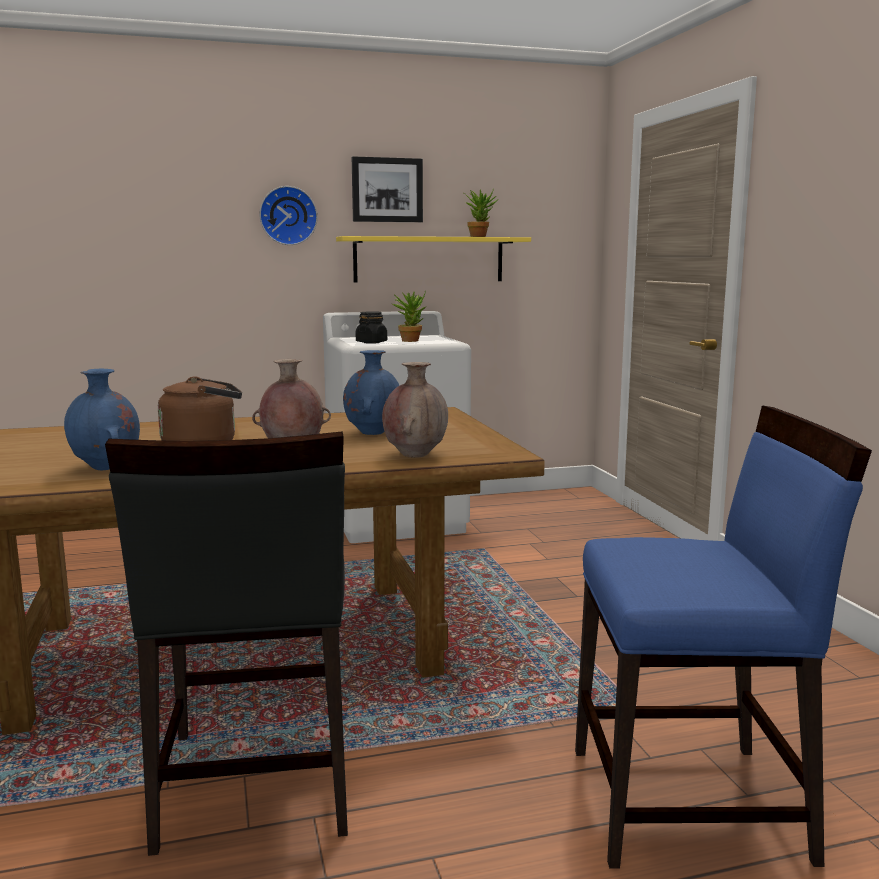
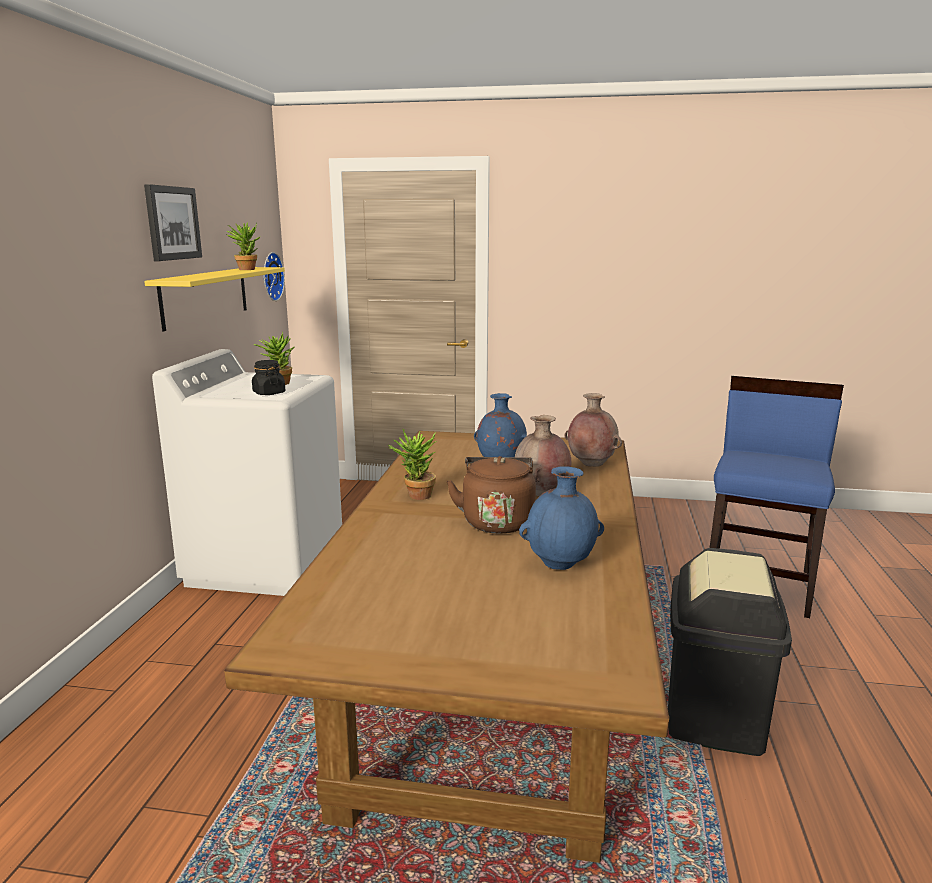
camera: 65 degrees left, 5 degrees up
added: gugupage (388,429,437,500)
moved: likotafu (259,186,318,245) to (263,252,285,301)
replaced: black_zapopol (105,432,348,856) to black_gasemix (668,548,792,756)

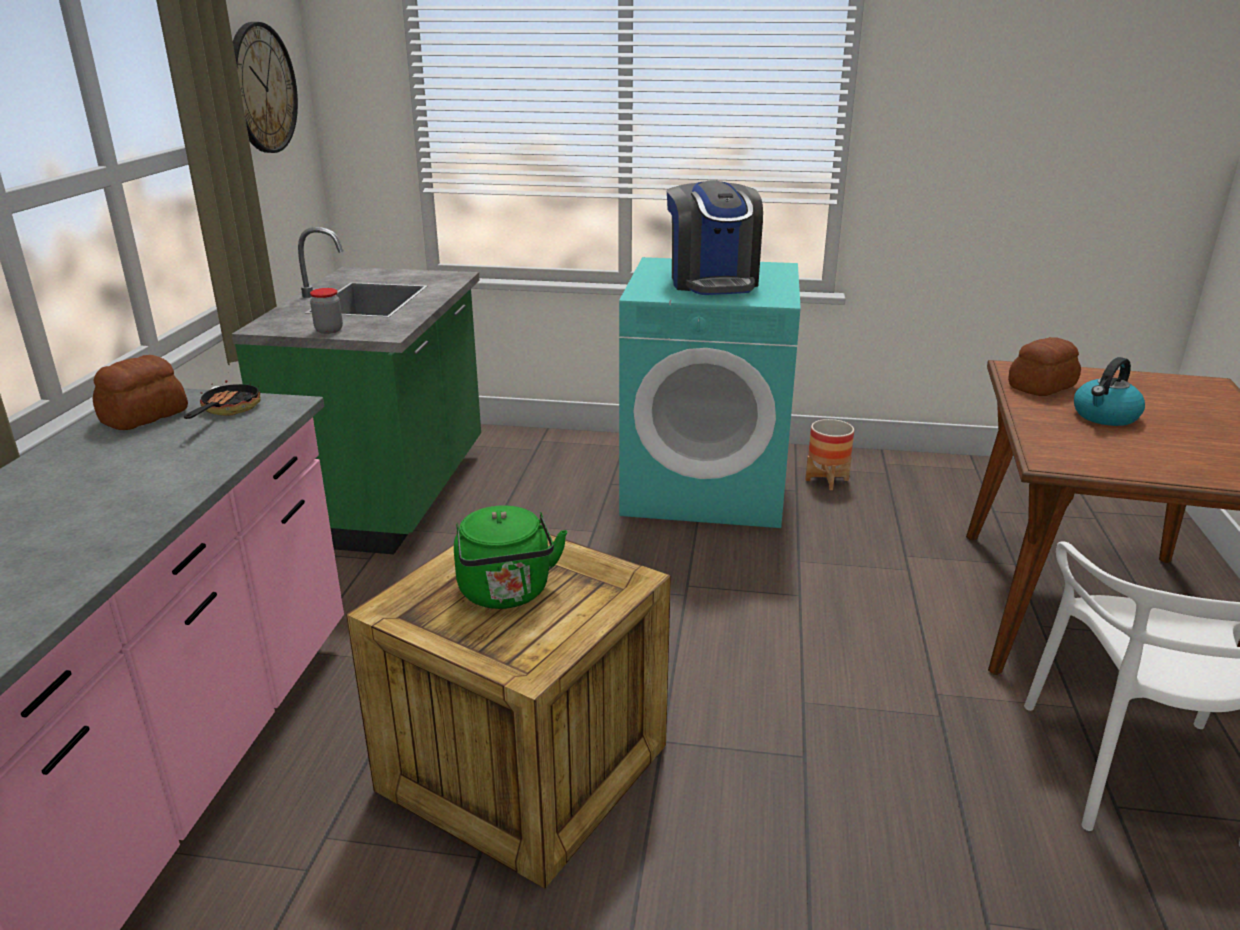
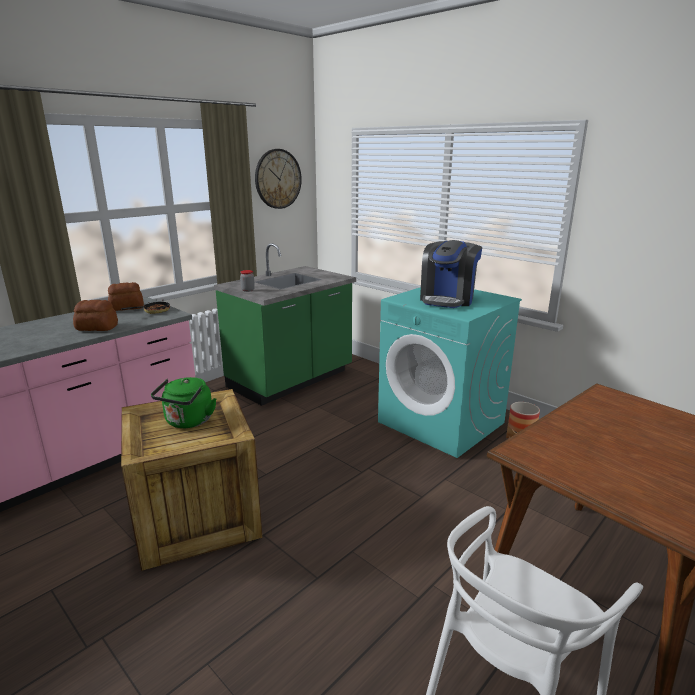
camera: 35 degrees right, 5 degrees down
removed: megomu (1074,357,1145,426)
moved: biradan (1008,337,1081,396) to (73,300,118,331)

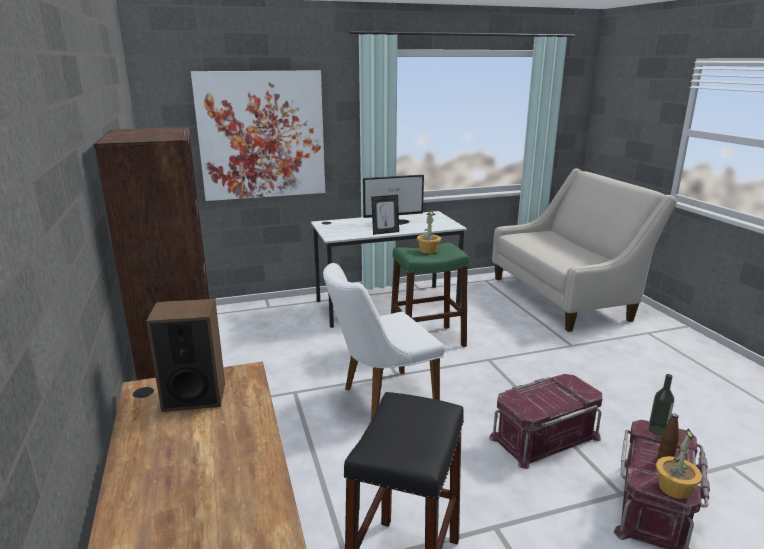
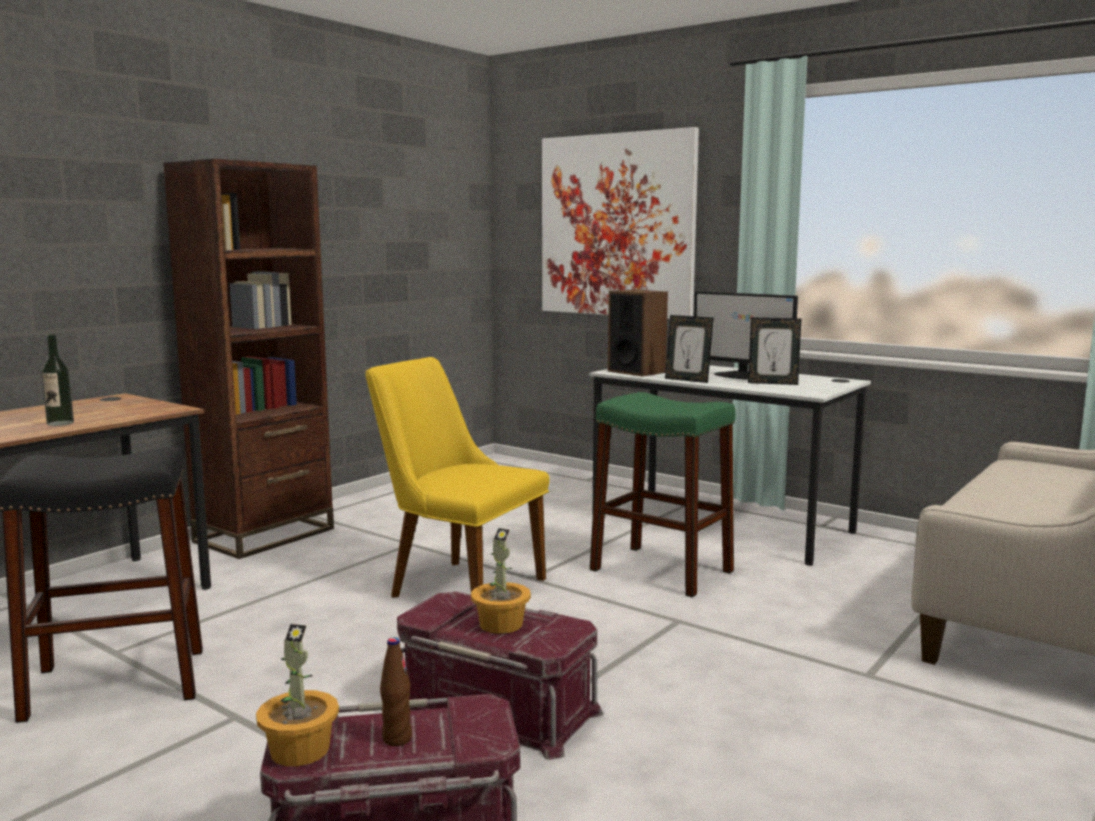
camera: 55 degrees right, 10 degrees down
added: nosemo (748,317,801,385)
moved: gugupage (417,211,441,254) to (471,528,531,634); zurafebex (146,299,225,412) to (608,290,668,377); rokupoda (648,374,674,436) to (41,334,74,426)
recoloured: white_zapopol (323,263,445,420) to yellow_zapopol (365,357,550,598)

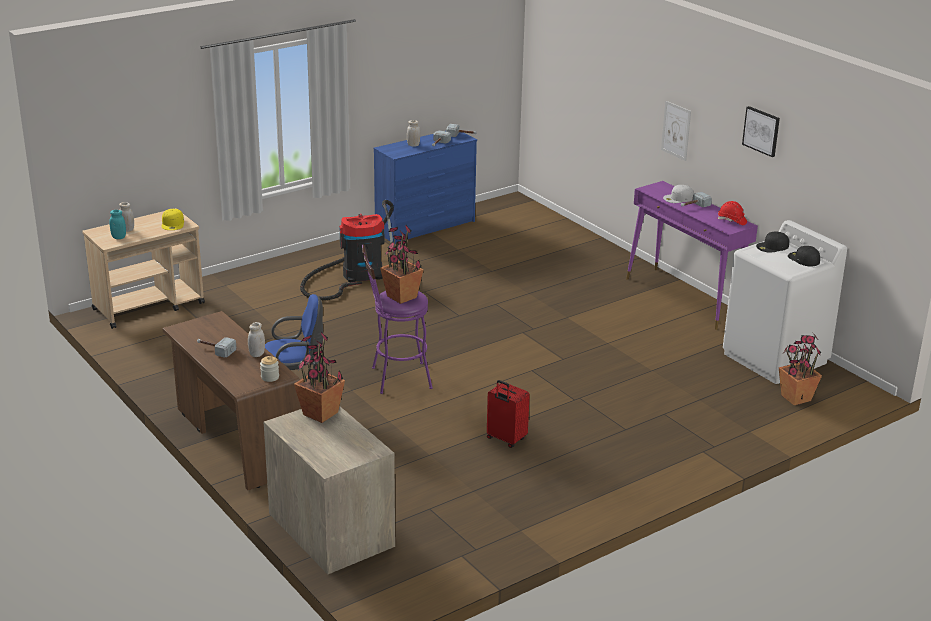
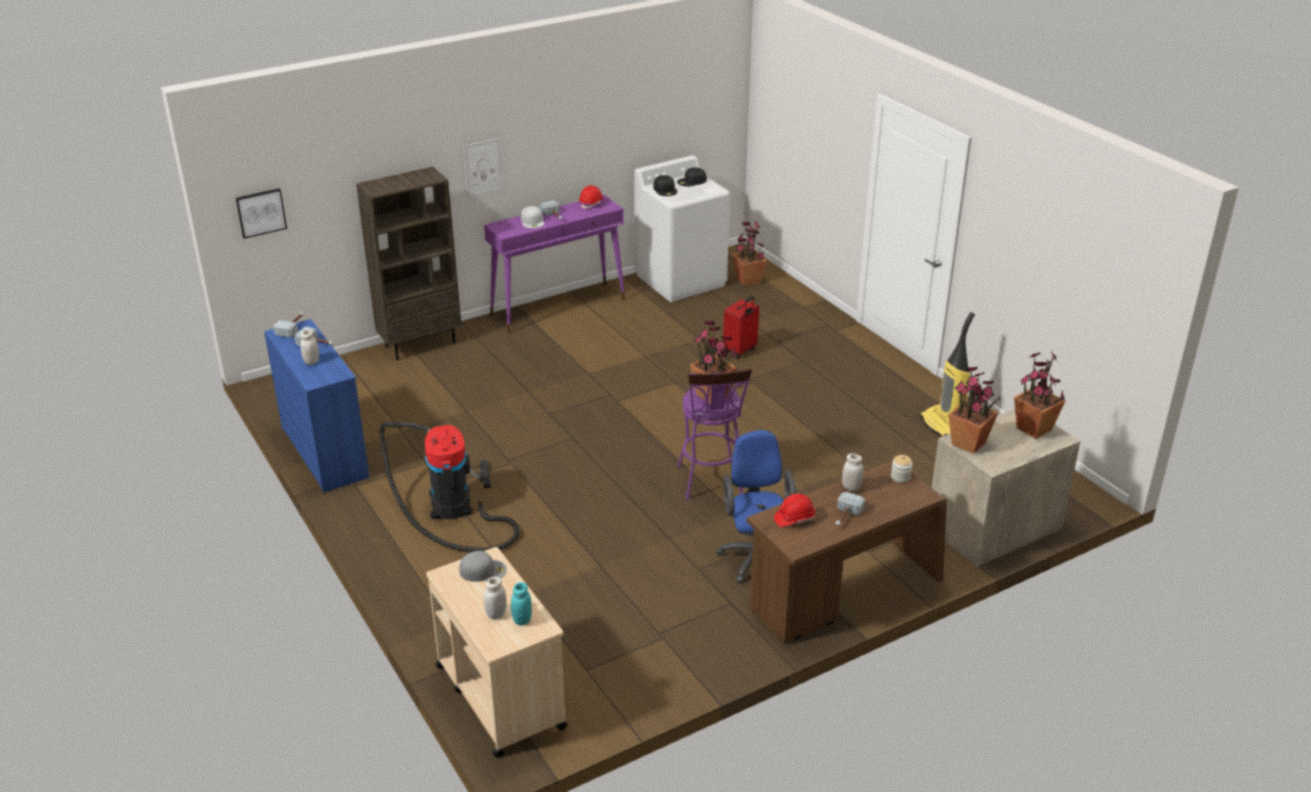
camera: 85 degrees left, 5 degrees up
added: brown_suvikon (356,167,462,360); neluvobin (920,312,975,437); gugupage (1014,351,1065,439); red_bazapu (774,494,815,527)
moved: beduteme (742,106,780,157) to (236,188,287,239); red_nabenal (487,380,530,448) to (723,296,759,359)
recoloured: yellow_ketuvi (161,209,184,230) to grey_ketuvi (459,551,507,582)

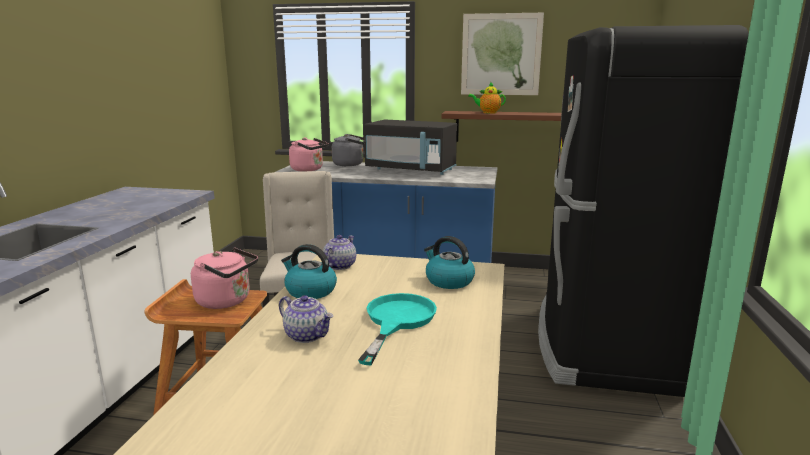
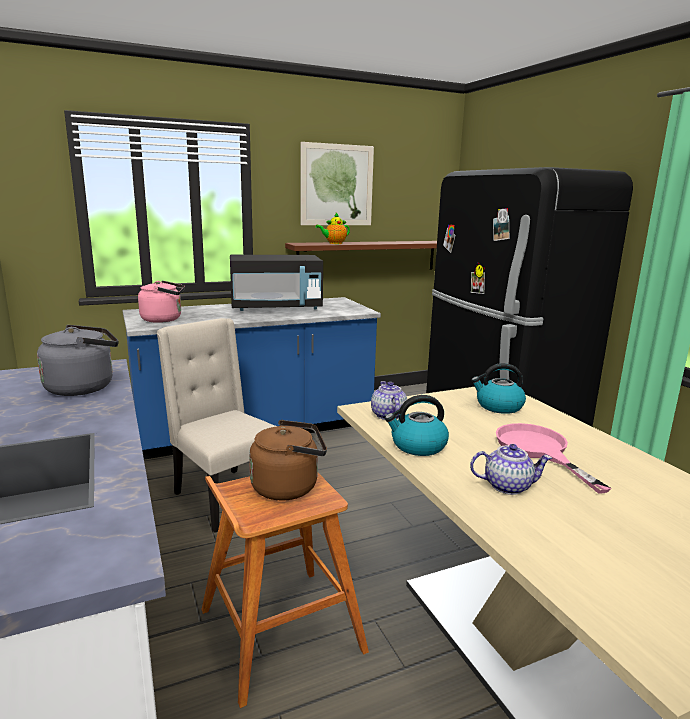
camera: 35 degrees left, 0 degrees up
moved: grey_megomu (332,134,365,166) to (37,325,119,396)
recoloured: pink_megomu (191,247,258,309) to brown_megomu (249,420,327,501); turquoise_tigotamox (358,293,437,366) to pink_tigotamox (496,423,611,494)

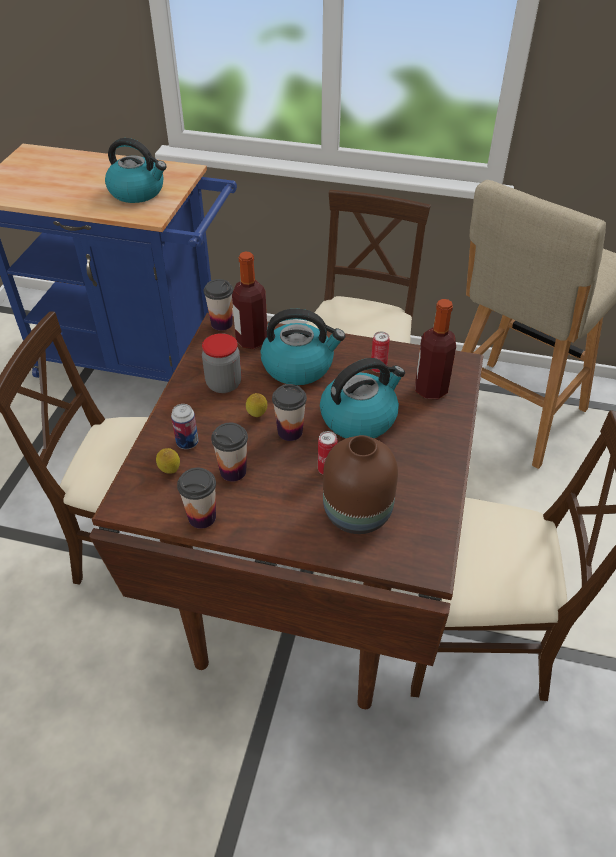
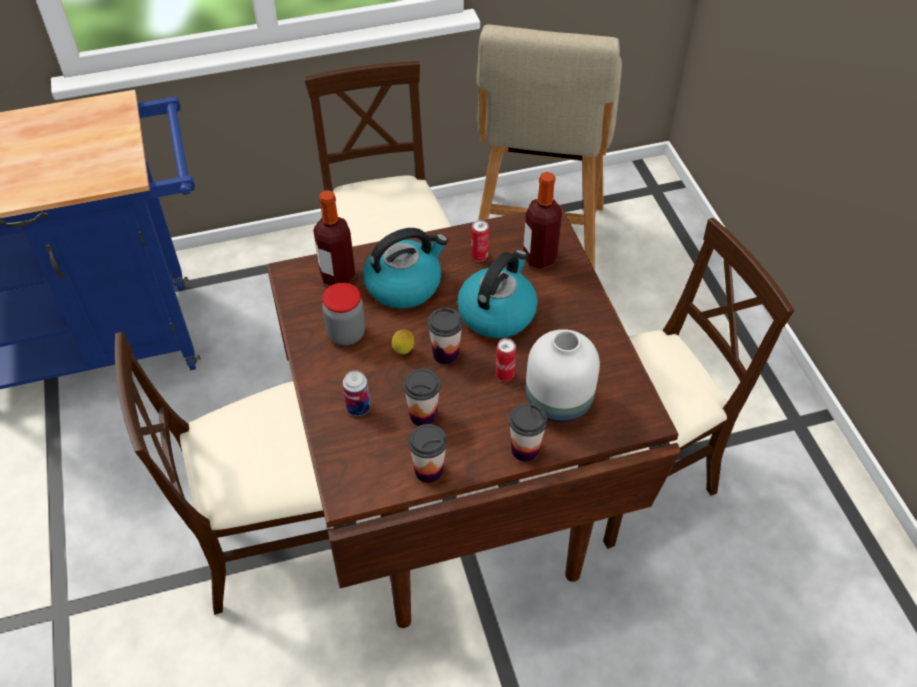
camera: 30 degrees left, 5 degrees up
removed: megomu (105,138,167,203); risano (156,448,180,474)
moved: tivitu (204,279,233,331) to (509,403,547,462)
recoloured: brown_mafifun (323,435,398,534) to white_mafifun (526,329,600,423)

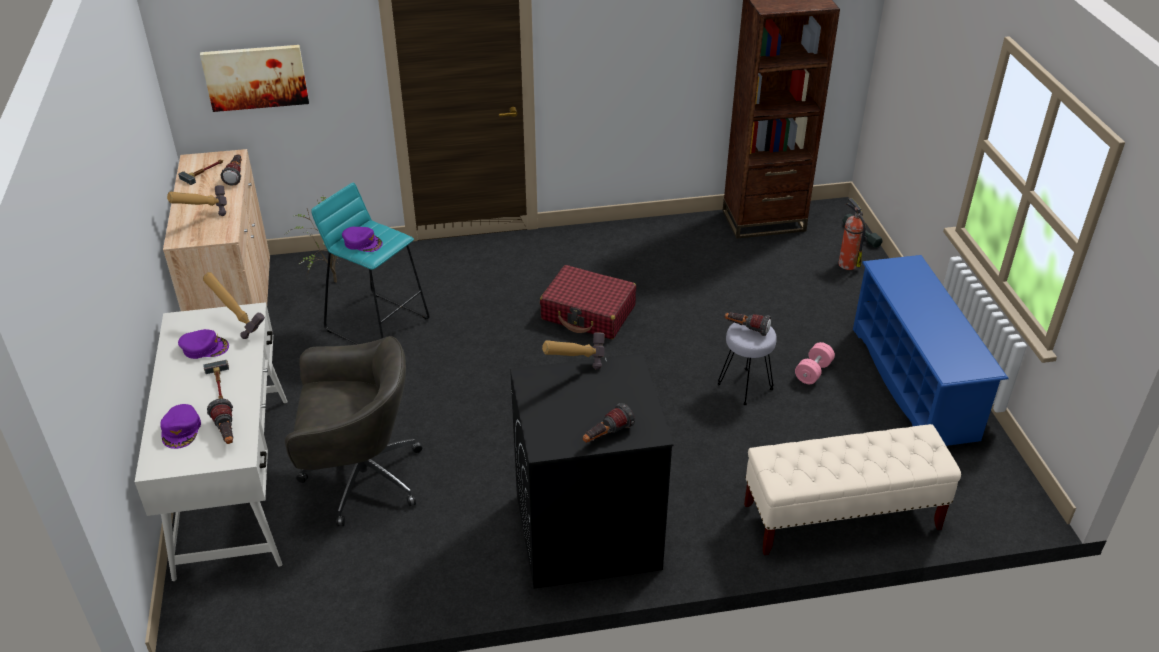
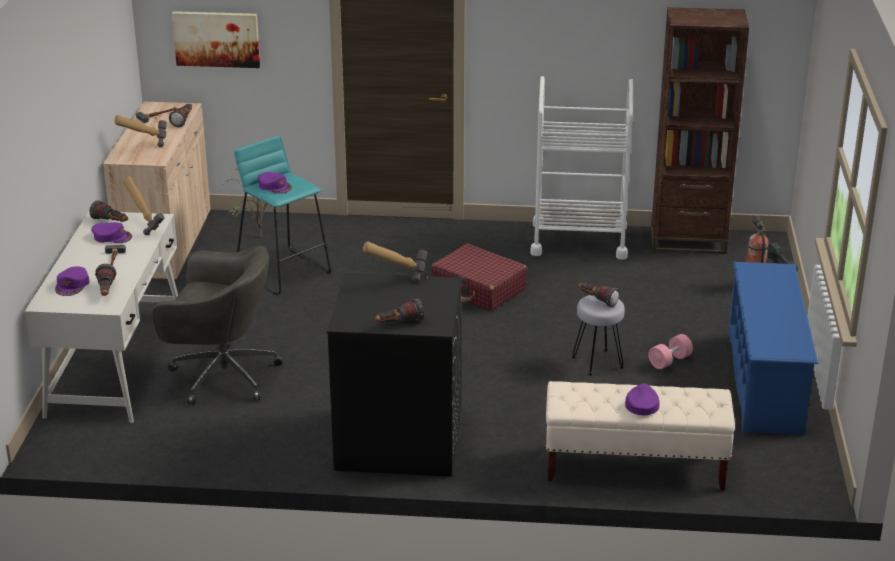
camera: 15 degrees right, 10 degrees down
added: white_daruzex (530,76,633,260); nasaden (89,200,128,222); purple_ketuvi (625,383,660,415)

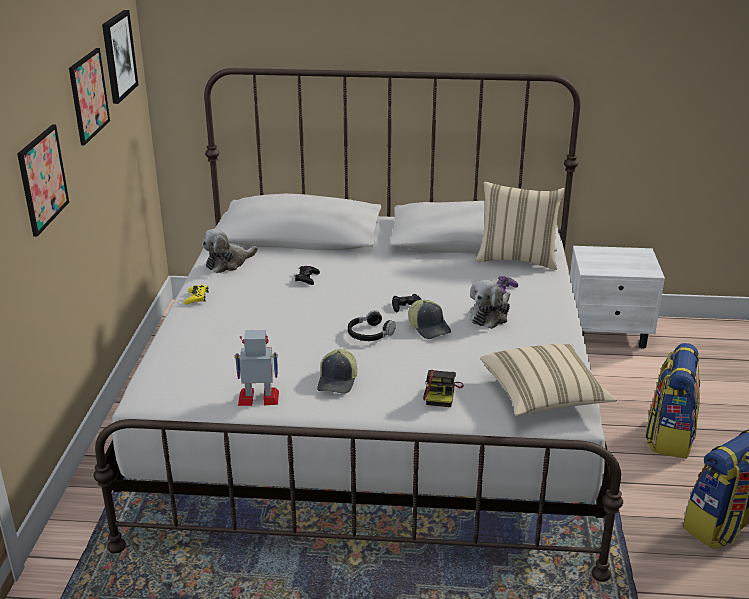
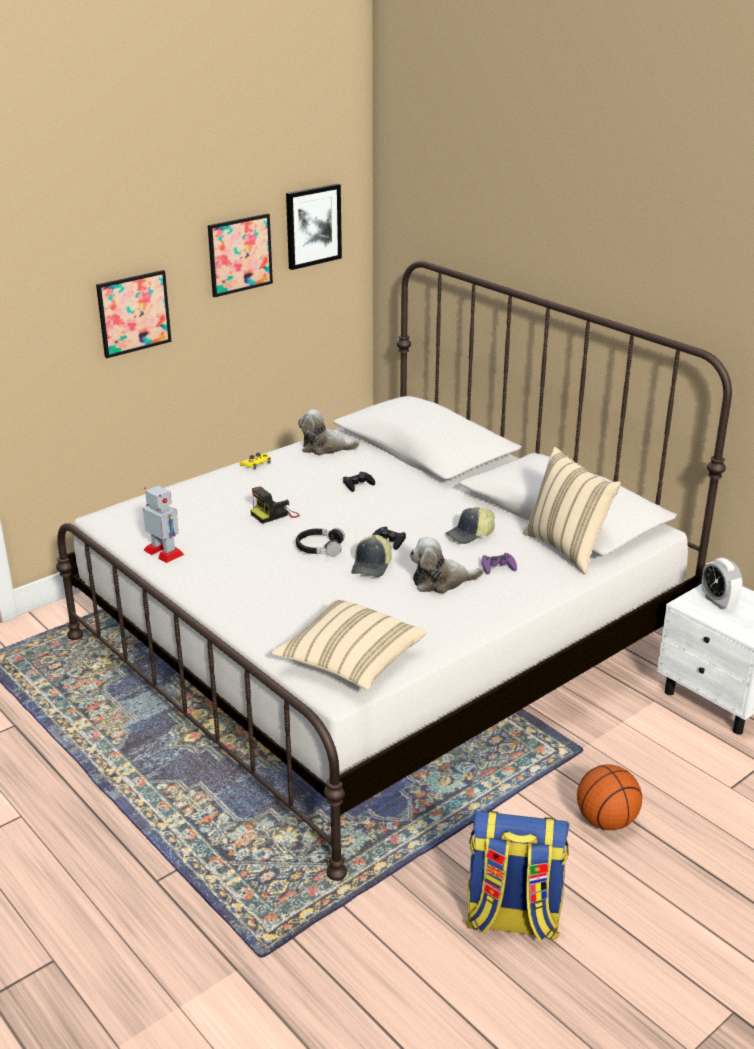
camera: 45 degrees right, 0 degrees up
added: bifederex (701,558,743,610)
moved: ketuvi (317,349,357,394) to (445,507,495,544); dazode (423,370,464,407) to (250,487,300,524)
replaced: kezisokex (645,343,700,459) to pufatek (577,765,642,830)

